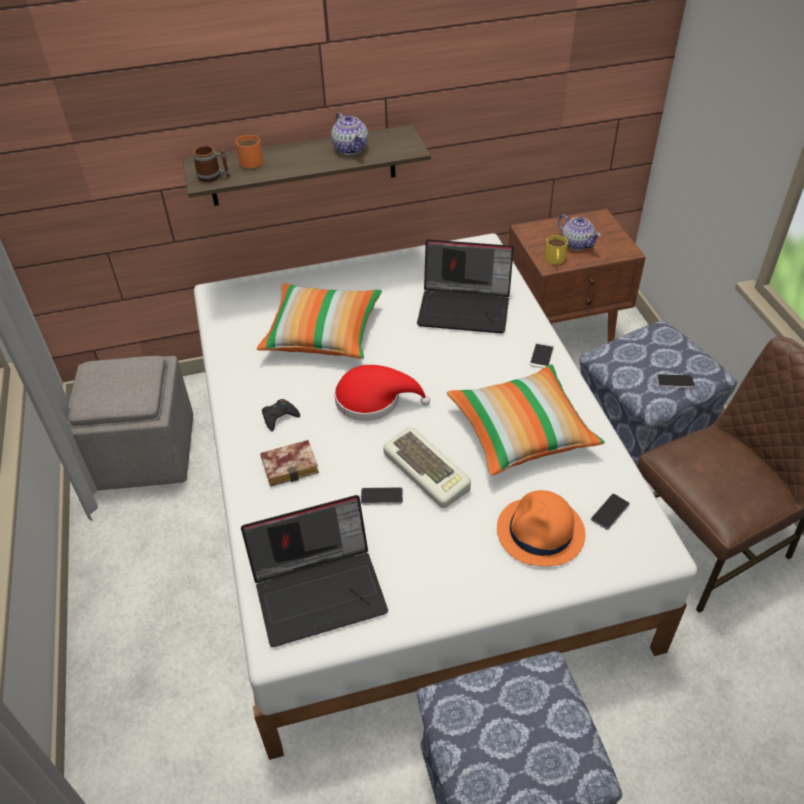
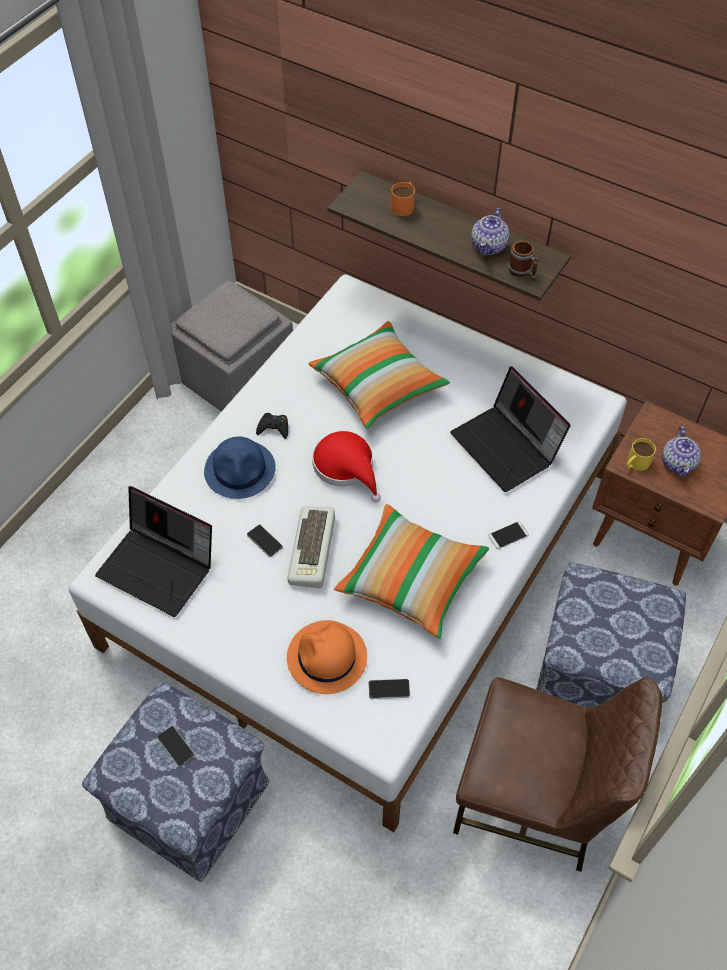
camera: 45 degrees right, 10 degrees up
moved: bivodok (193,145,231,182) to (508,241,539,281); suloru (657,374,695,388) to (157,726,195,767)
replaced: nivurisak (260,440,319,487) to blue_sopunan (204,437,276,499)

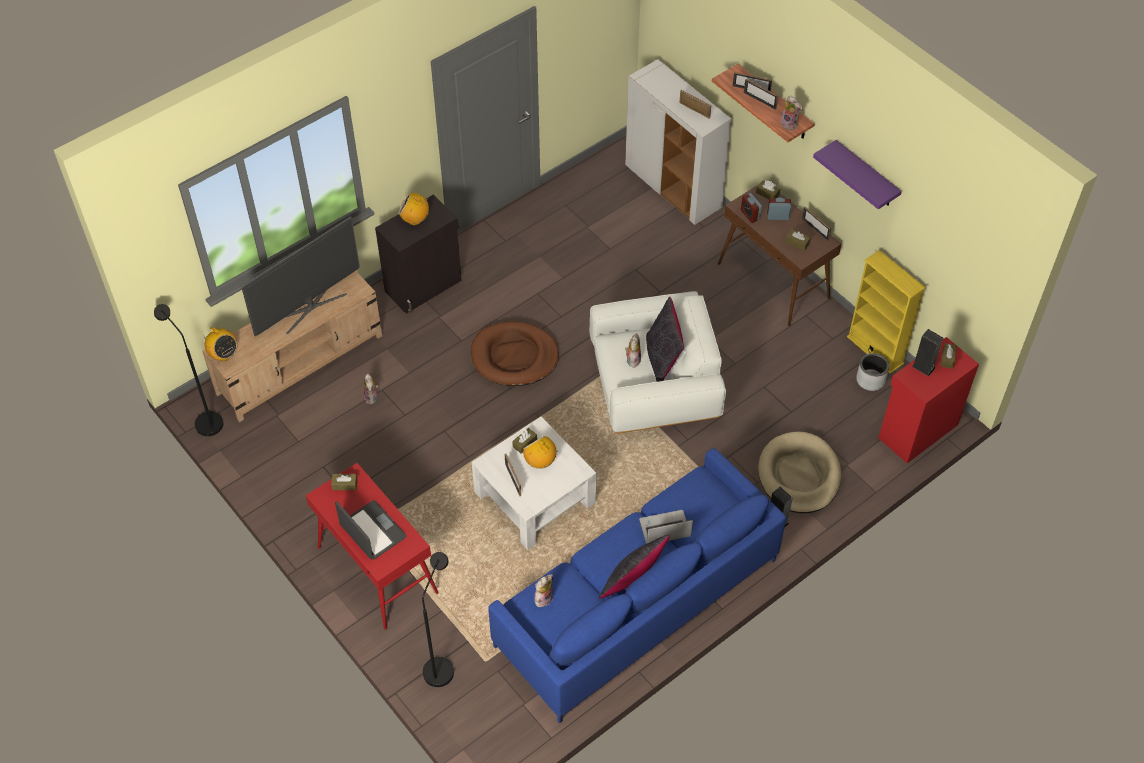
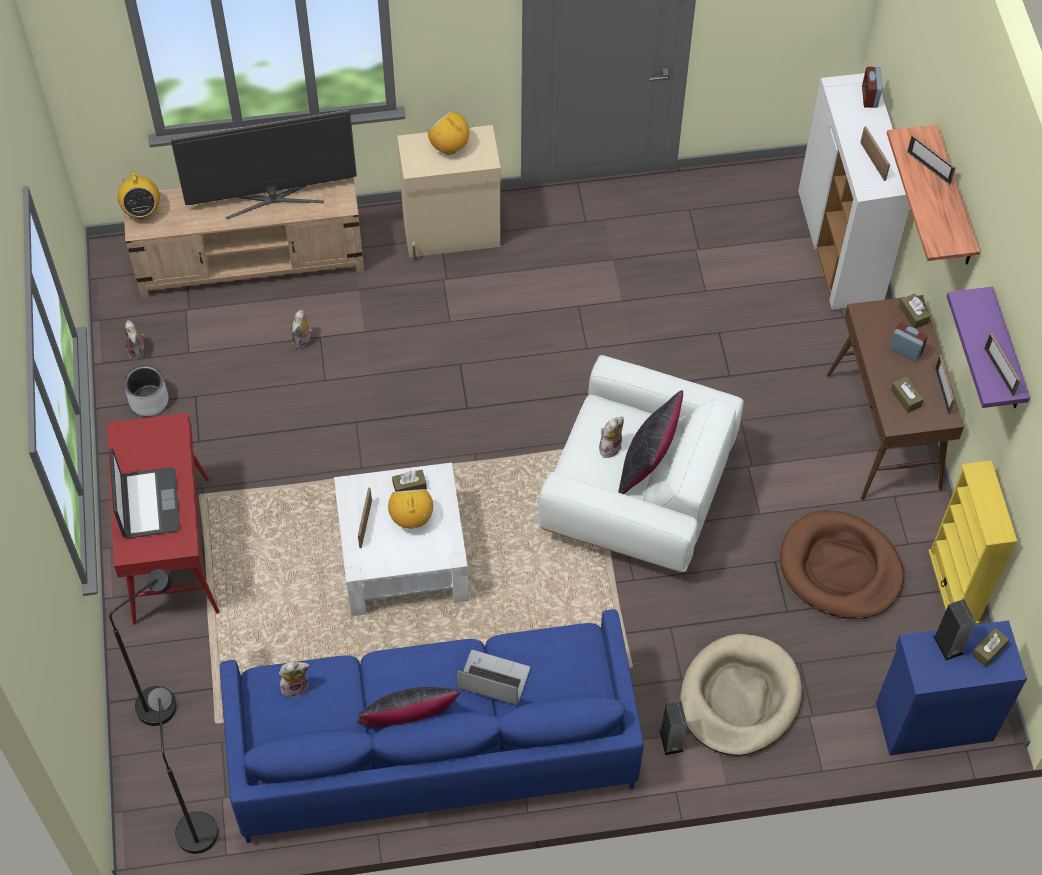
camera: 30 degrees right, 5 degrees up
removed: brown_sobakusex (331,474,358,490)
moved: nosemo (744,79,778,110) to (984,333,1020,396); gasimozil (780,96,803,130) to (124,320,145,360); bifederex (741,193,762,223) to (862,67,882,108); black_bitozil (154,304,223,436) to (148,687,218,854); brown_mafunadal (471,321,559,386) to (780,510,904,619); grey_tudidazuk (856,353,889,391) to (124,365,168,416)
recoloured: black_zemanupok (375,195,462,314) to beige_zemanupok (397,125,501,259); red_zemanupok (879,337,979,463) to blue_zemanupok (876,620,1027,755)

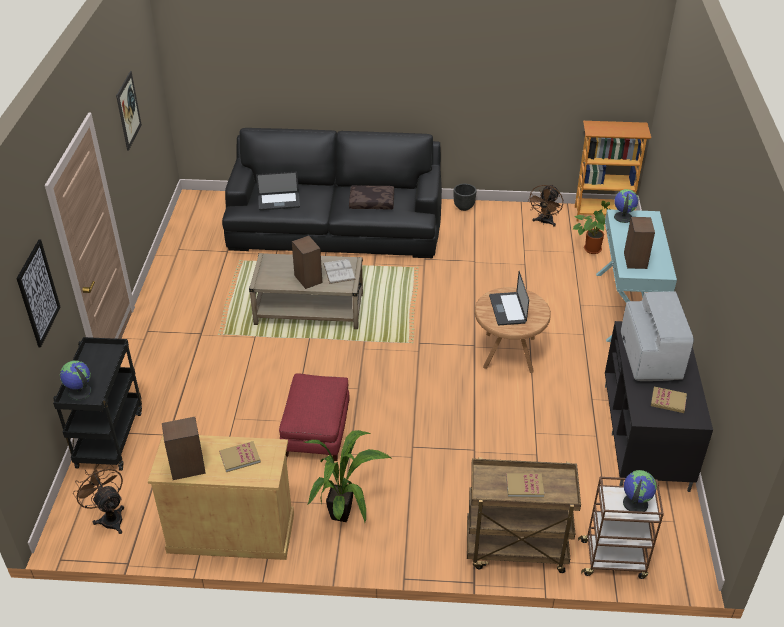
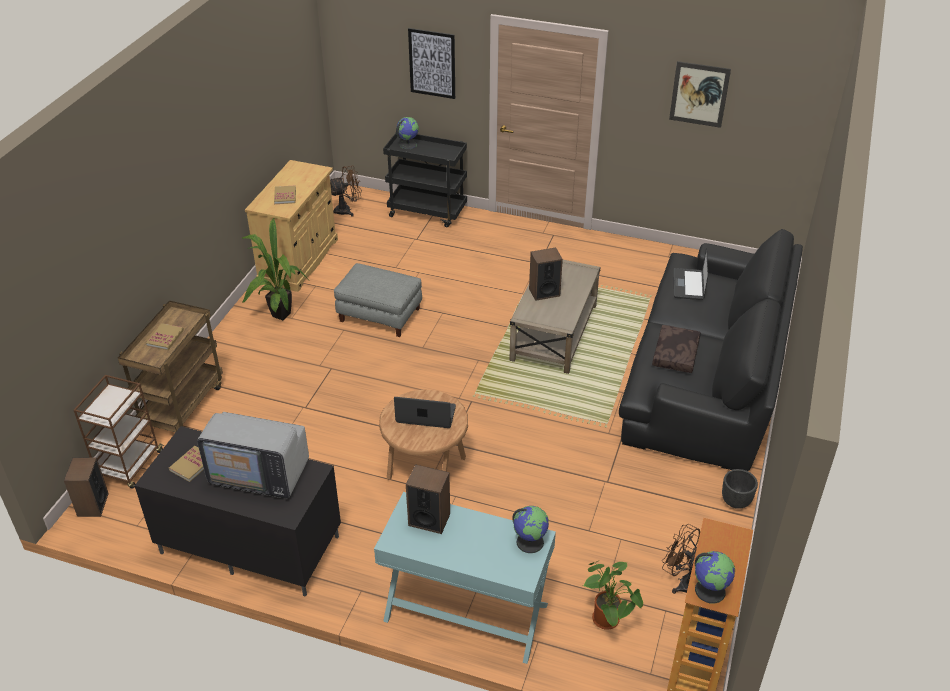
camera: 105 degrees right, 0 degrees up
removed: white_nivurisak (323,259,356,284)
moved: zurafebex (162,417,206,480) to (64,458,109,517); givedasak (623,470,657,512) to (695,551,735,604)
recoloured: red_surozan (279,373,350,461) to grey_surozan (334,263,422,337)

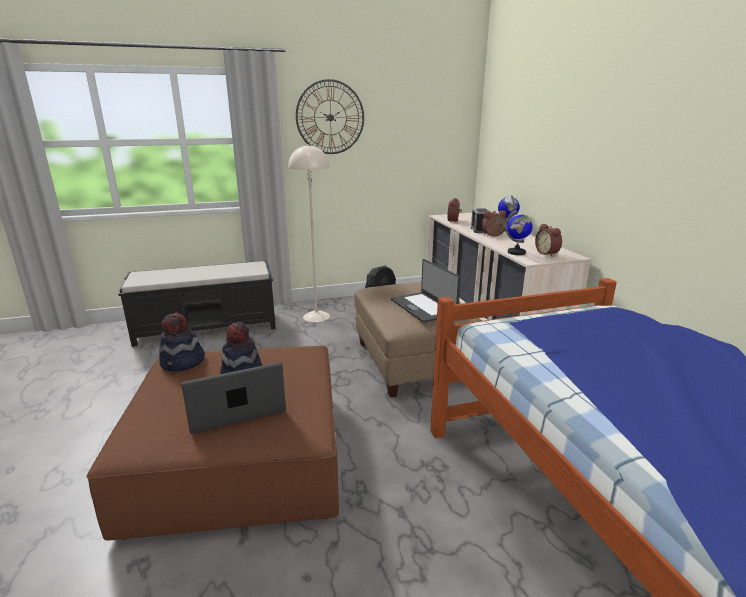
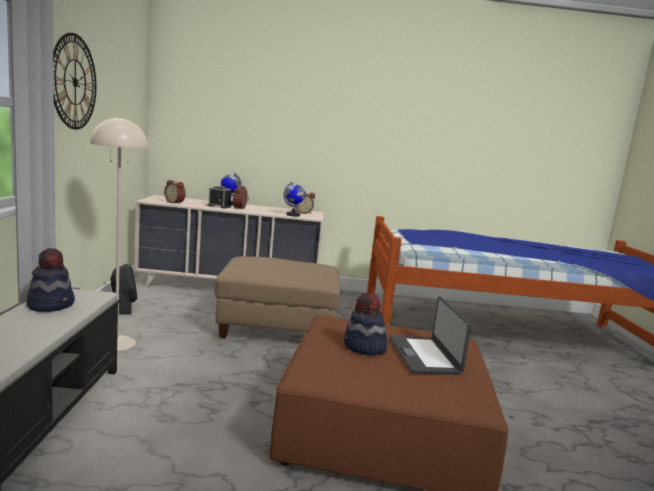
camera: 75 degrees left, 10 degrees down
removed: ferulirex (391,259,461,323)
moved: sopunan (159,313,205,371) to (26,248,75,312)

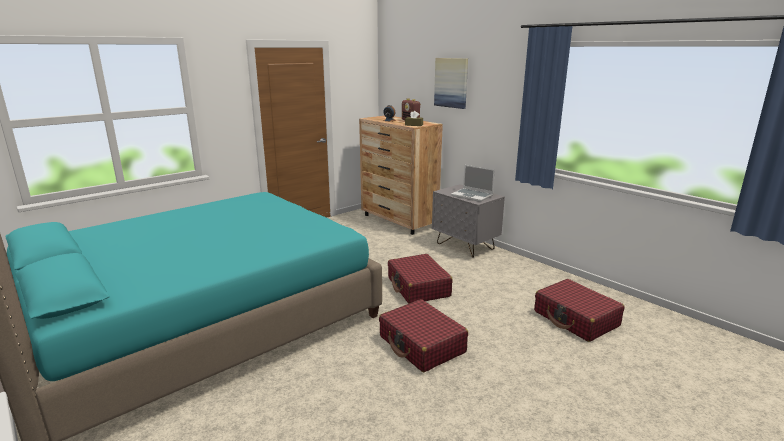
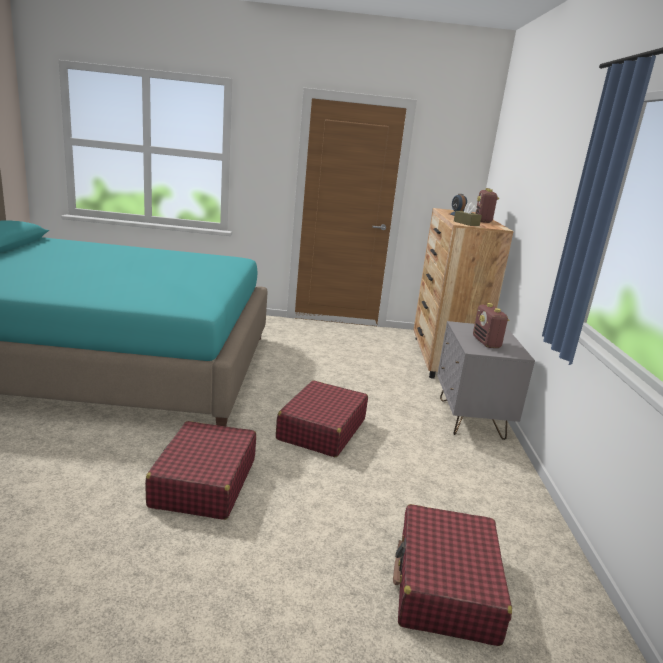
camera: 40 degrees right, 0 degrees up
removed: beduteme (434,58,468,109)
replaced: ferulirex (451,165,495,202) to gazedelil (473,303,510,348)

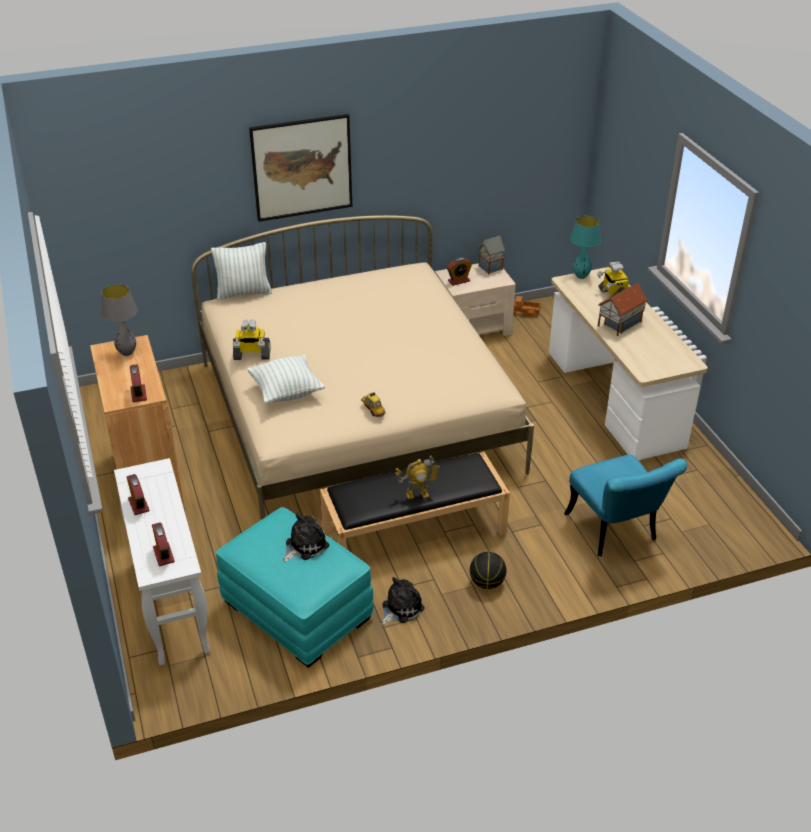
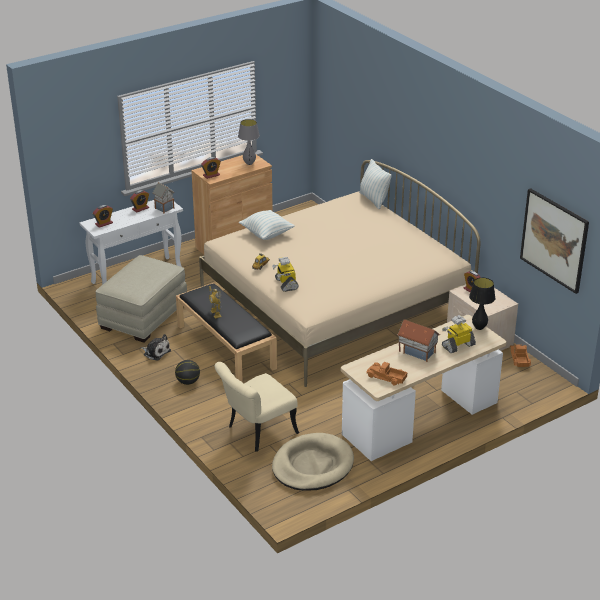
camera: 75 degrees right, 5 degrees down
removed: gasimozil (283,513,329,562)
added: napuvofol (366,362,407,386); beige_mafunadal (272,433,354,491)
moved: beduteme (249,114,352,222) to (520,188,589,294); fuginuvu (478,235,505,274) to (153,182,175,213); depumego (233,320,270,360) to (272,257,299,292)
recoloured: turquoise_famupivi (570,216,601,279) to black_famupivi (469,277,496,330); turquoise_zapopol (564,455,687,557) to beige_zapopol (215,362,299,452); turquoise_surozan (216,507,374,668) to beige_surozan (95,255,187,343)

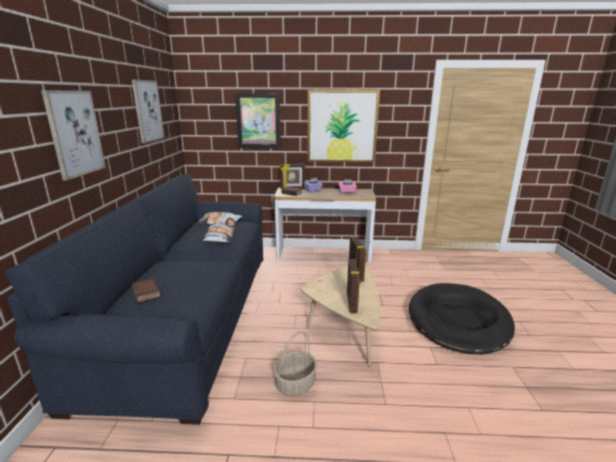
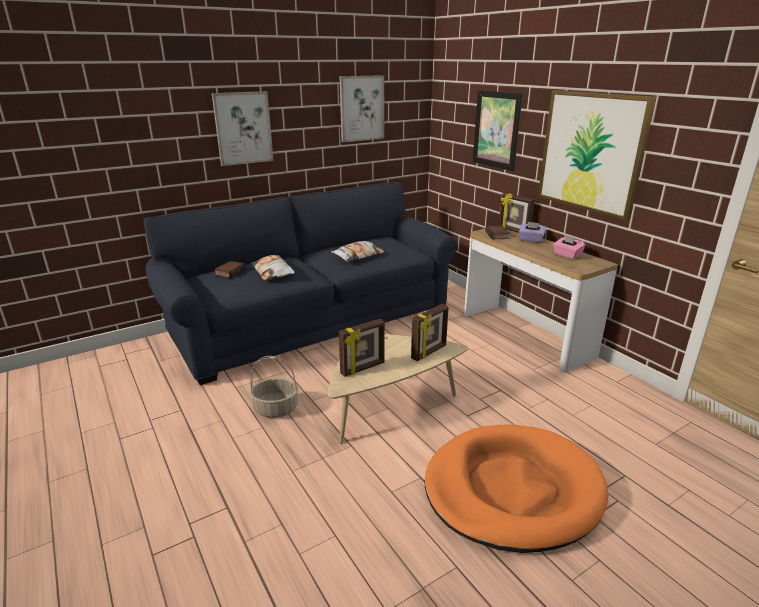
camera: 55 degrees right, 5 degrees up
moved: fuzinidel (197,212,242,226) to (251,255,295,281)
recoloured: black_mafunadal (409,283,515,354) to orange_mafunadal (425,425,608,553)

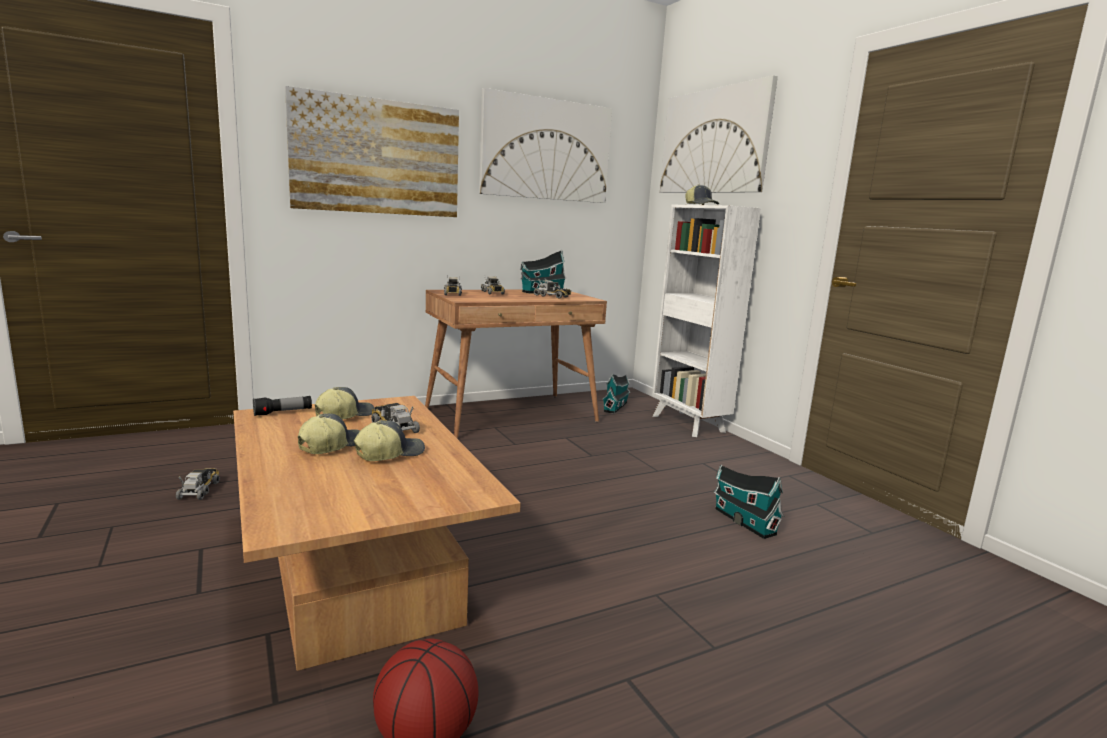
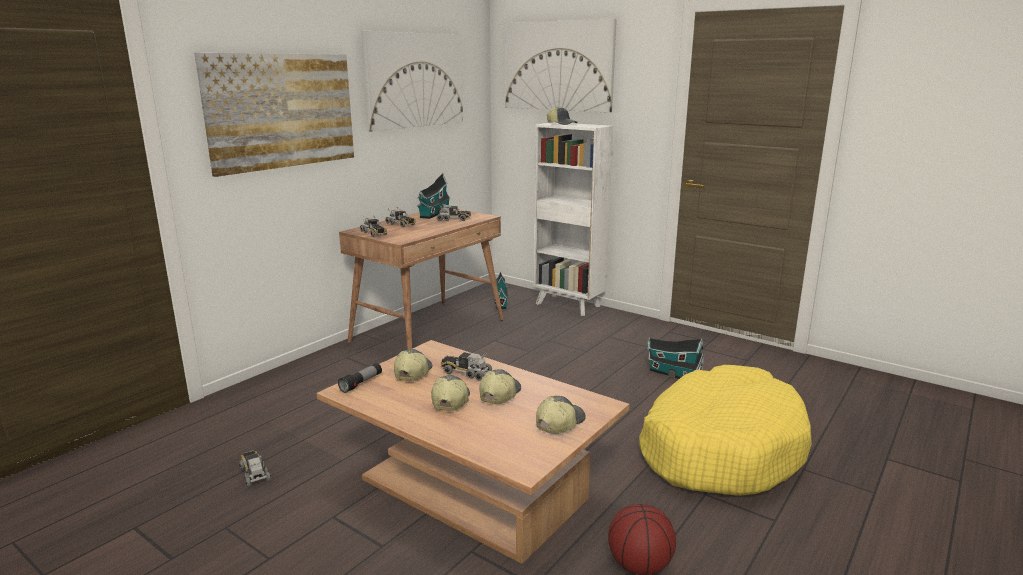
camera: 25 degrees left, 5 degrees up
added: yellow_mafunadal (639,365,812,496); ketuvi (536,396,586,434)

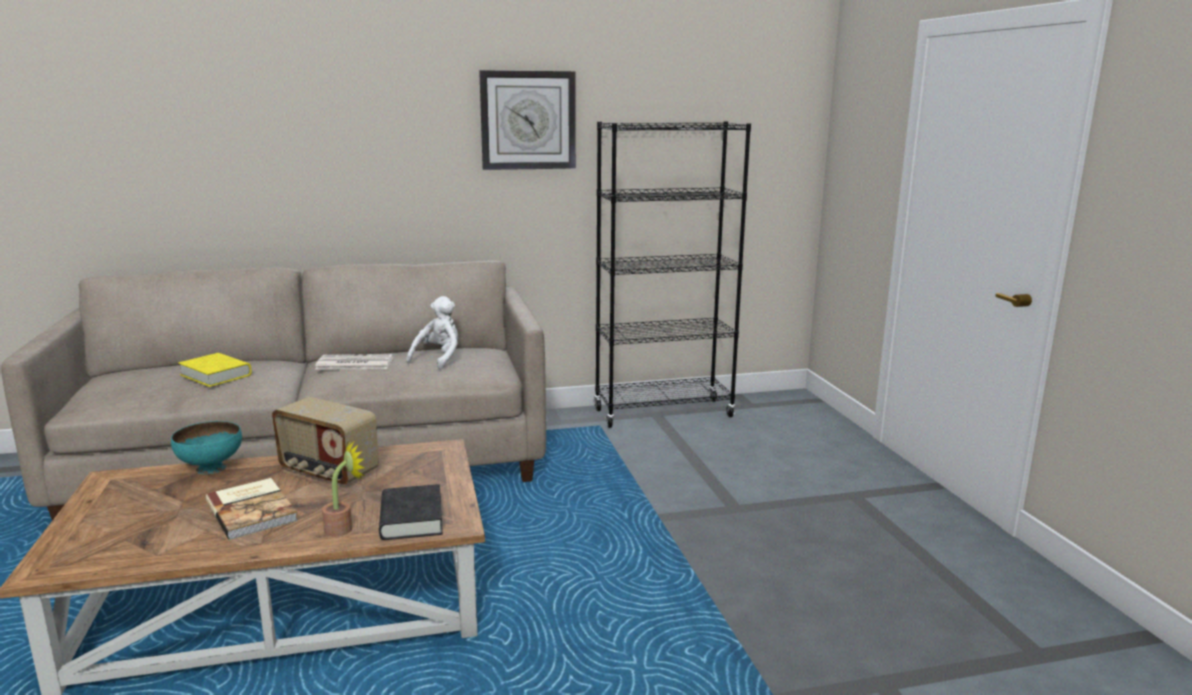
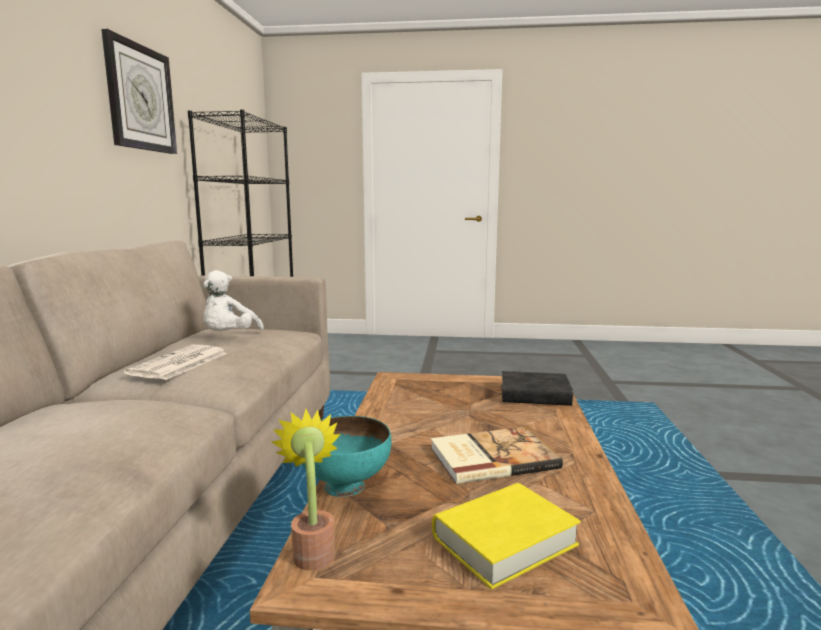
camera: 70 degrees left, 5 degrees down
removed: gazedelil (272,397,379,486)
moved: yellow_nivurisak (178,353,252,387) to (432,483,581,590); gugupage (322,441,365,537) to (271,409,341,571)
turned: white_gasimozil (406,296,458,370) = (203,270,264,331) 120 degrees counterclockwise

